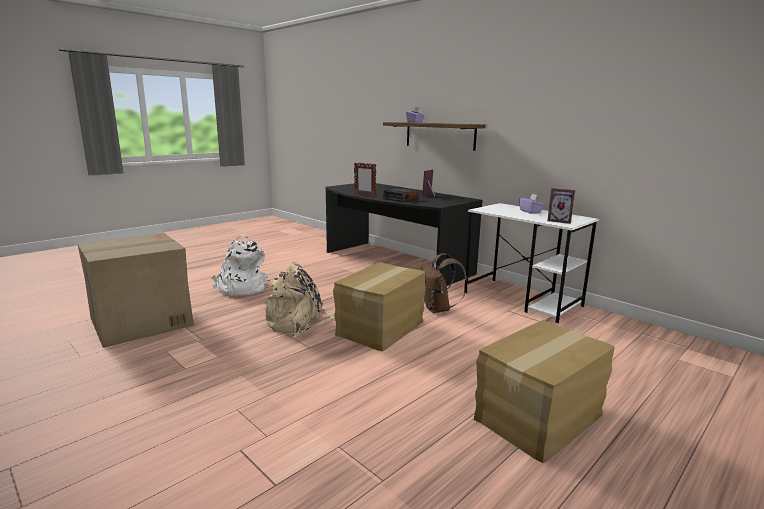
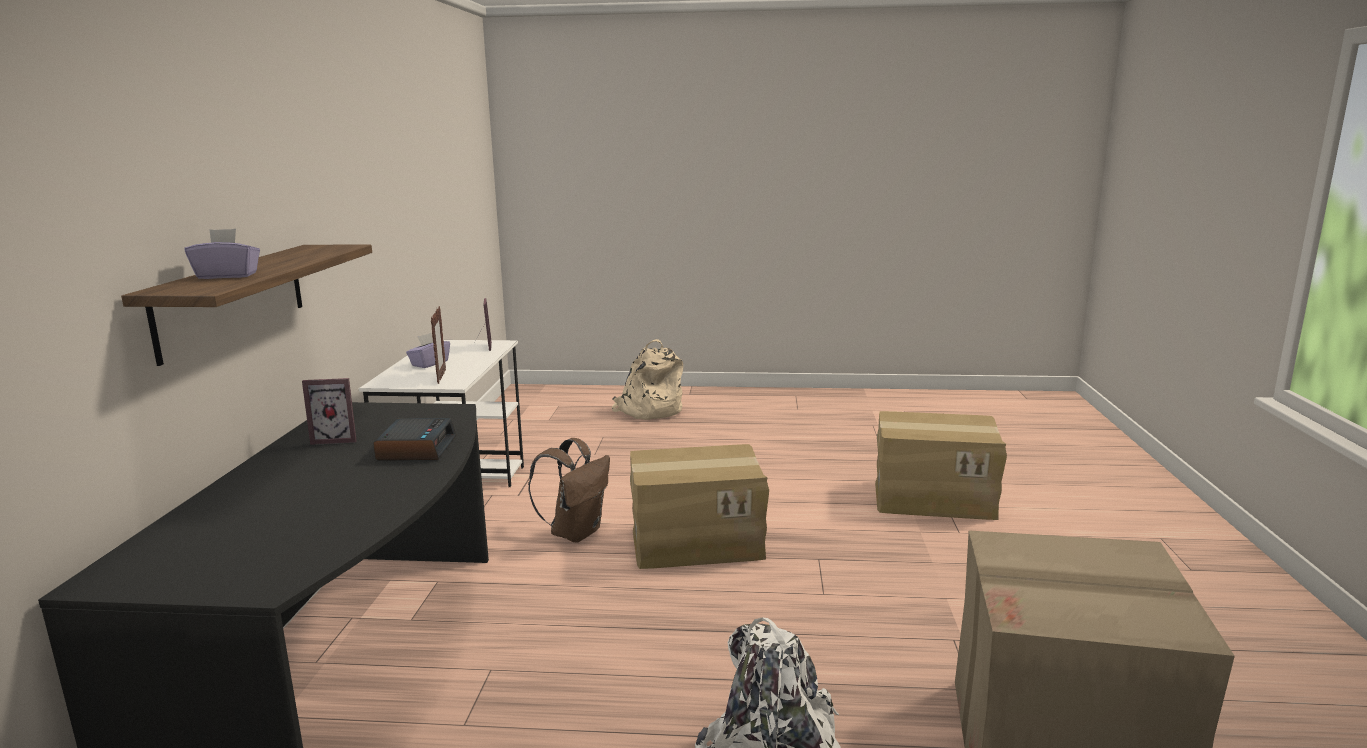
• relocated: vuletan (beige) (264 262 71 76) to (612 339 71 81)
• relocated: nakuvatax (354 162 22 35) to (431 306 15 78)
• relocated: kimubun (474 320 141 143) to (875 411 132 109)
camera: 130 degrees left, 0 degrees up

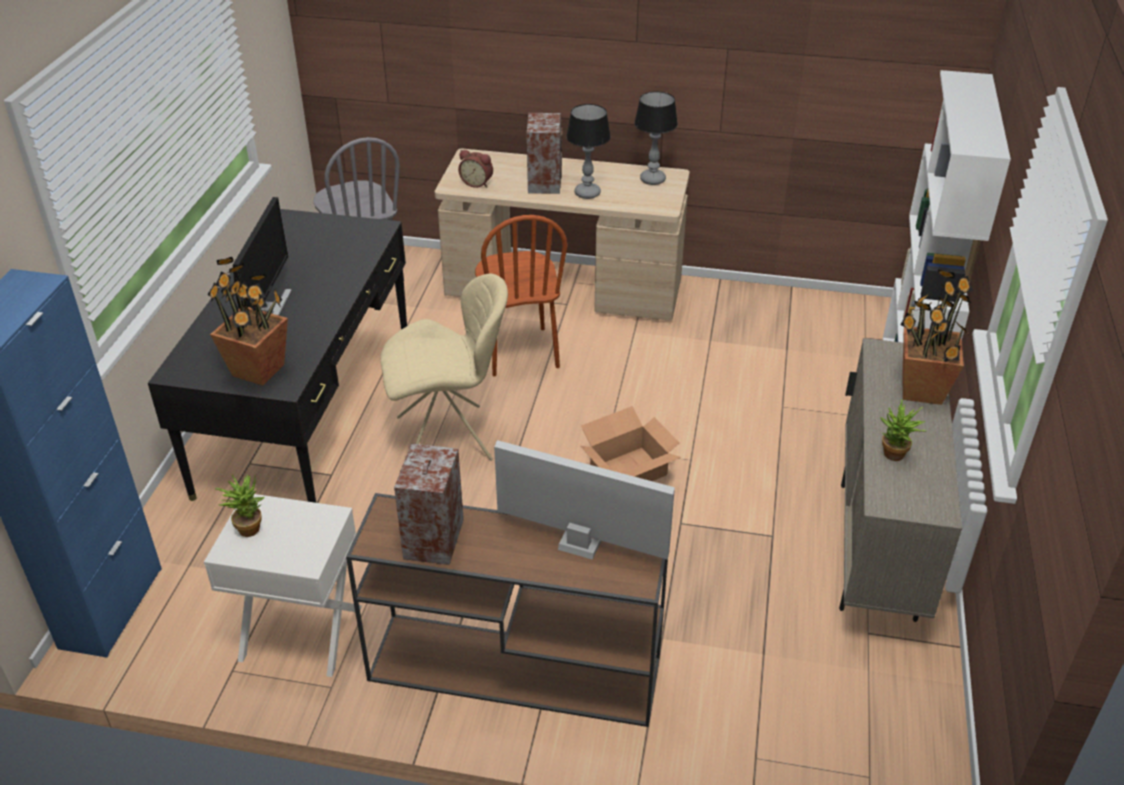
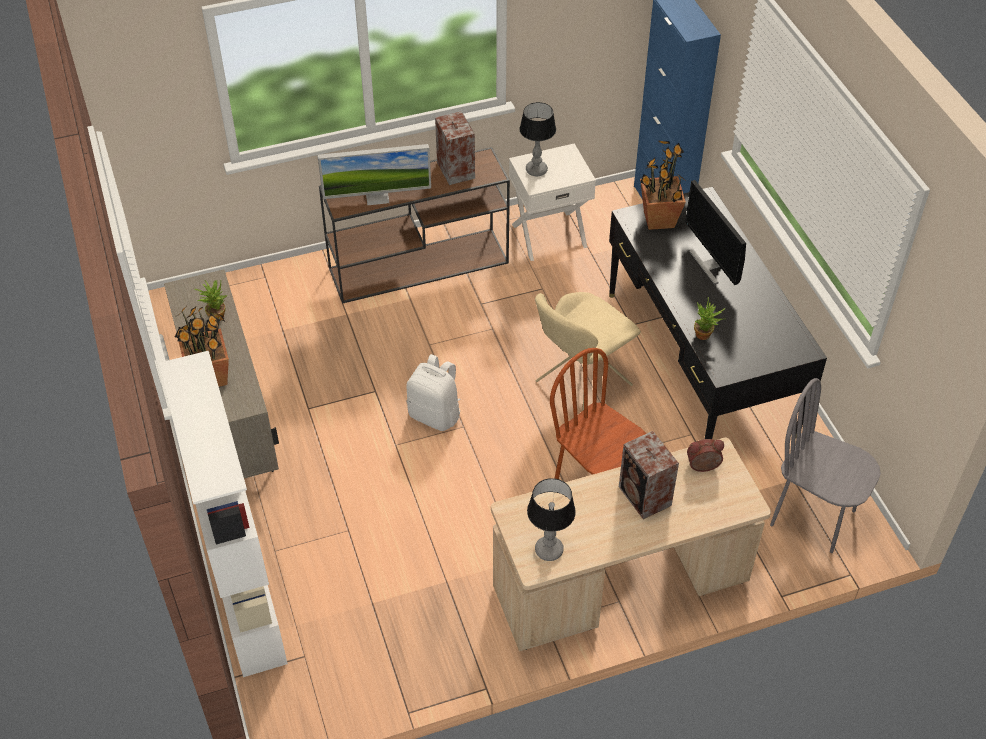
• relocated: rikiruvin (215 475 50 62) to (694 297 31 43)
• relocated: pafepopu (566 104 45 95) to (519 102 37 75)
• exchanged: kimubun (581 406 100 75) to vuletan (white) (406 354 55 77)
camera: 150 degrees right, 10 degrees up

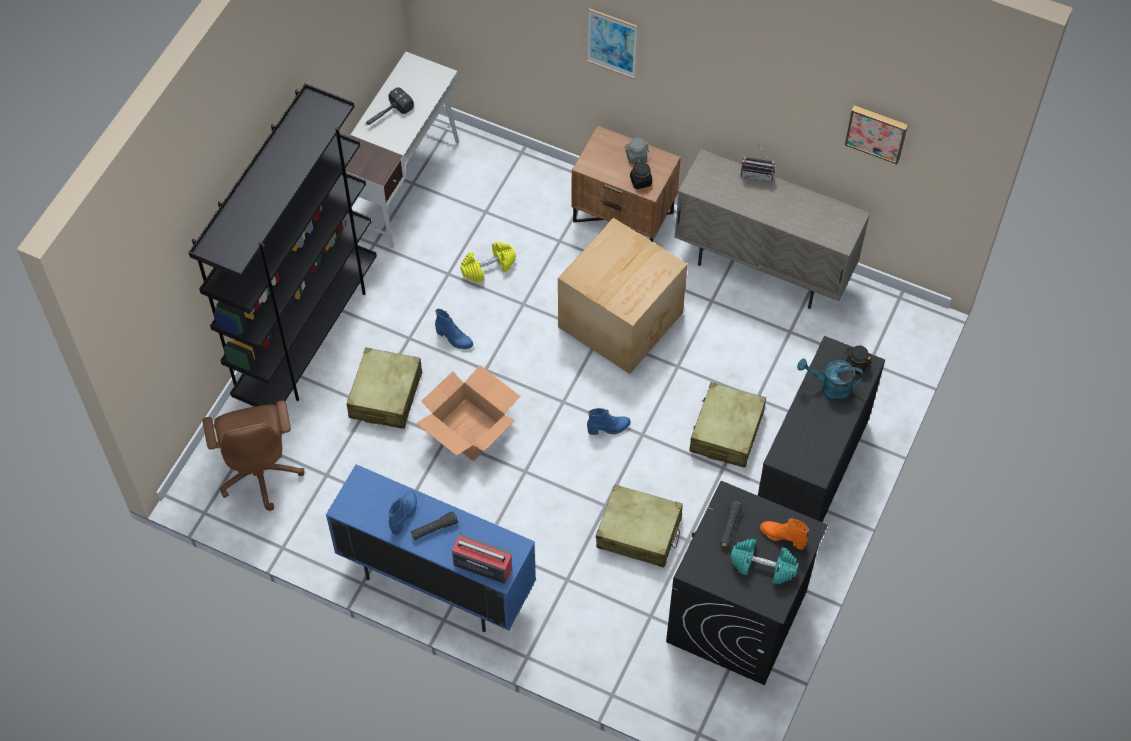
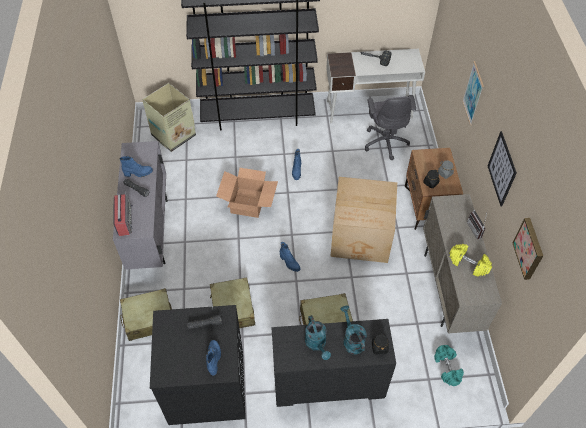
• appeared: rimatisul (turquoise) (305 315 26 45)
• appeared: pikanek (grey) (365 95 51 65)
• appeared: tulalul (488 131 29 76)
• relocated: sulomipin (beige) (346 348 76 81) to (120 288 52 53)
• relocated: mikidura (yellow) (461 242 55 40) to (449 244 43 33)
• relocated: mikidura (turquoise) (730 539 69 45) to (434 345 30 41)
• exchanged: pikanek (brown) (203 400 101 111) to kimubun (142 83 54 69)
• colour: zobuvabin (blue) (326 464 210 168) to zobuvabin (grey) (113 141 55 129)
• colour: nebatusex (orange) (760 518 49 32) to nebatusex (blue) (206 340 15 36)
camera: 60 degrees right, 5 degrees down

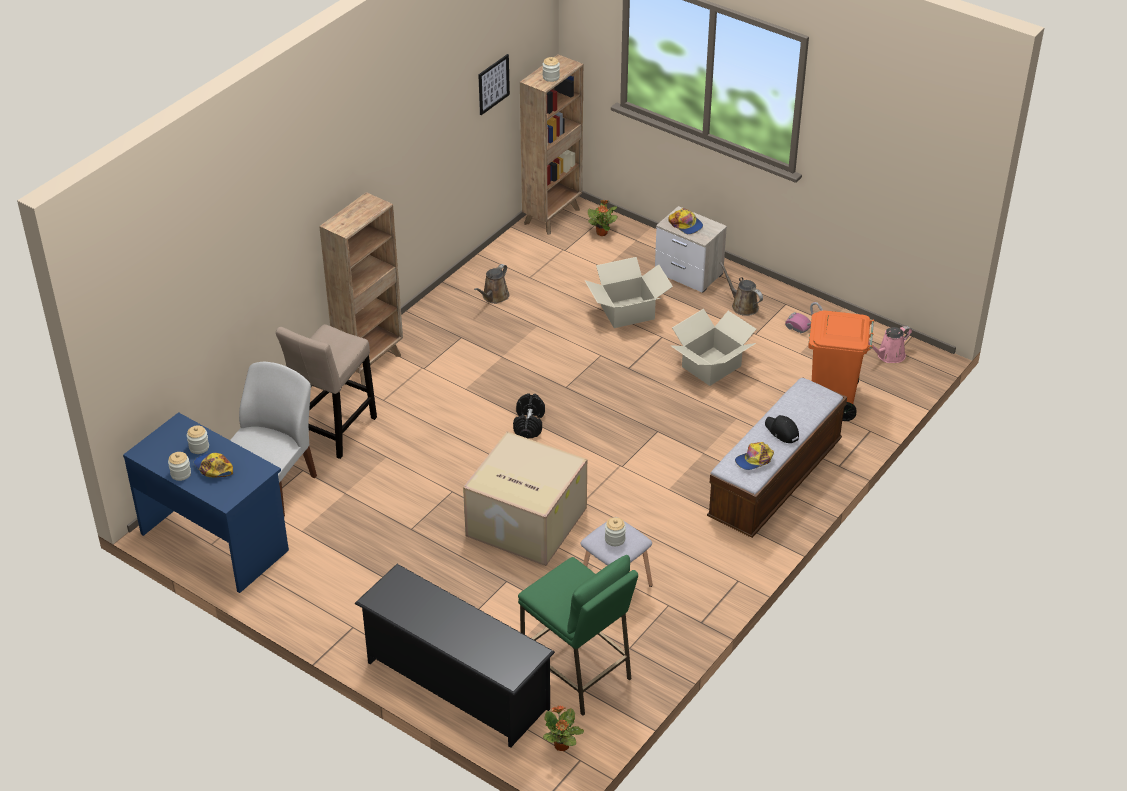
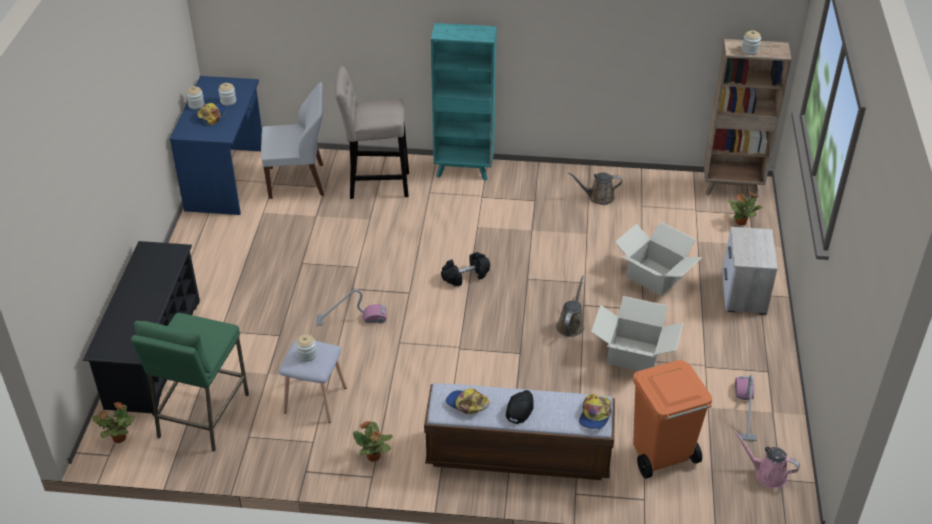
• missing: tulalul (478 54 32 61)
• appeared: rikiruvin (353 421 40 41)
• relocated: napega (668 208 35 26) to (579 394 33 35)
• relocated: rimatisul (brown) (720 262 43 54) to (556 276 28 61)
• exchanged: kimubun (463 431 124 135) to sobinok (316 289 71 37)
• colour: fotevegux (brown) (319 192 84 194) to fotevegux (turquoise) (431 23 66 157)
camera: 60 degrees right, 0 degrees up

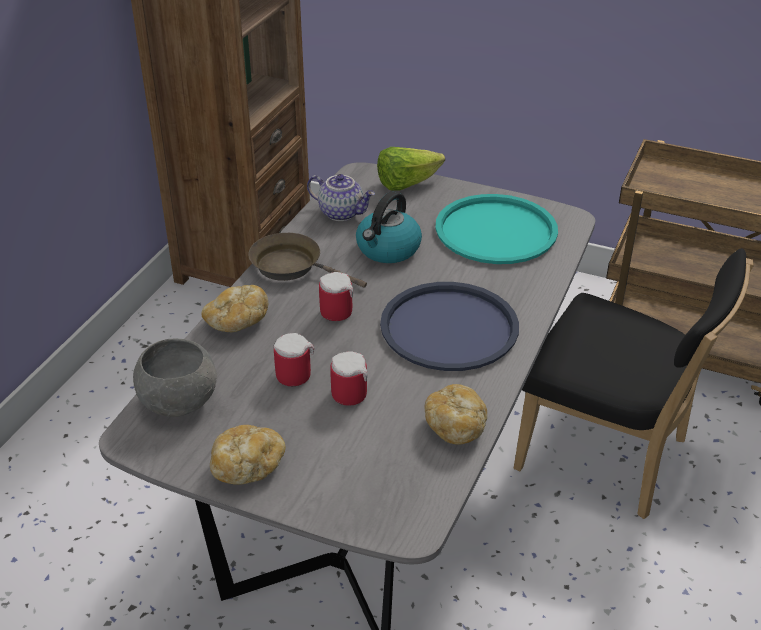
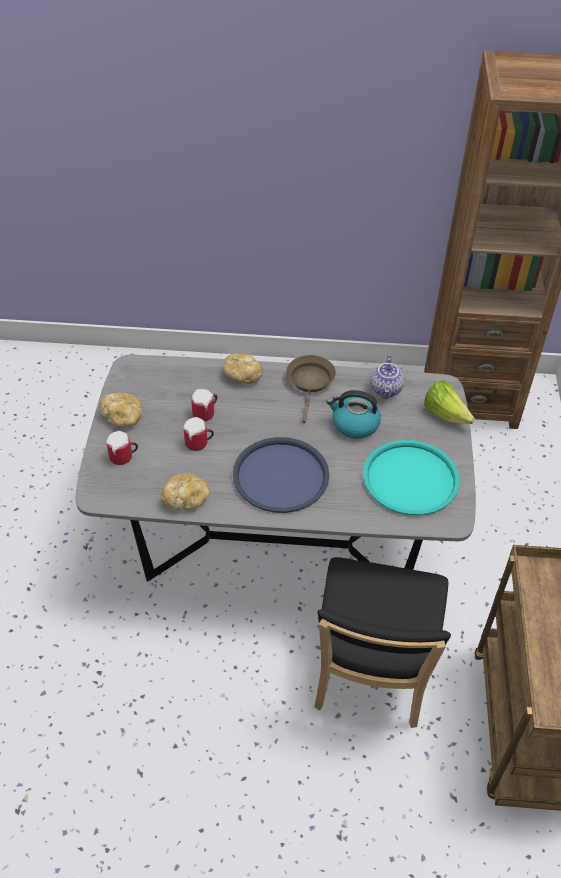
• missing: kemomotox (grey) (133 339 84 78)
• relocated: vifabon (319 272 34 49) to (106 431 32 34)
camera: 70 degrees right, 10 degrees up

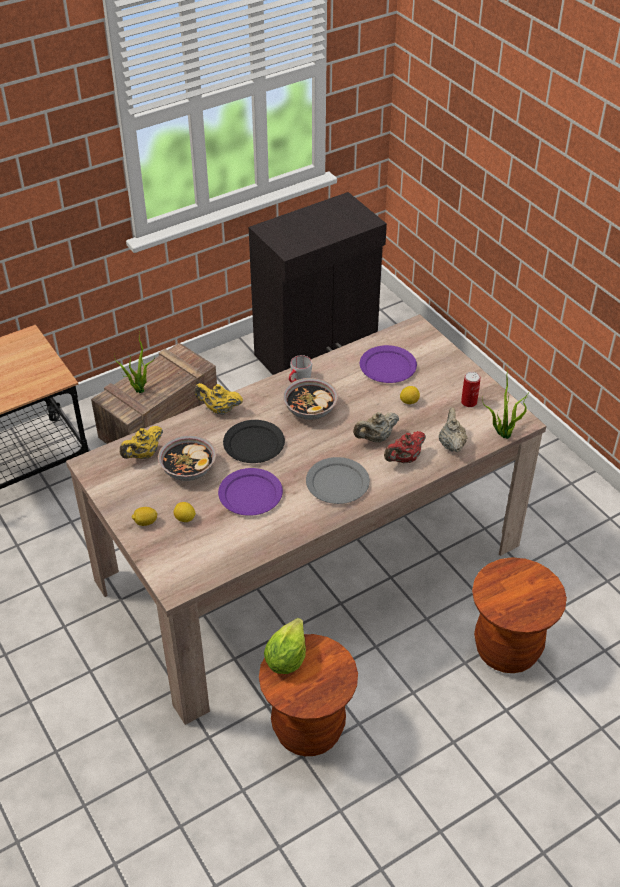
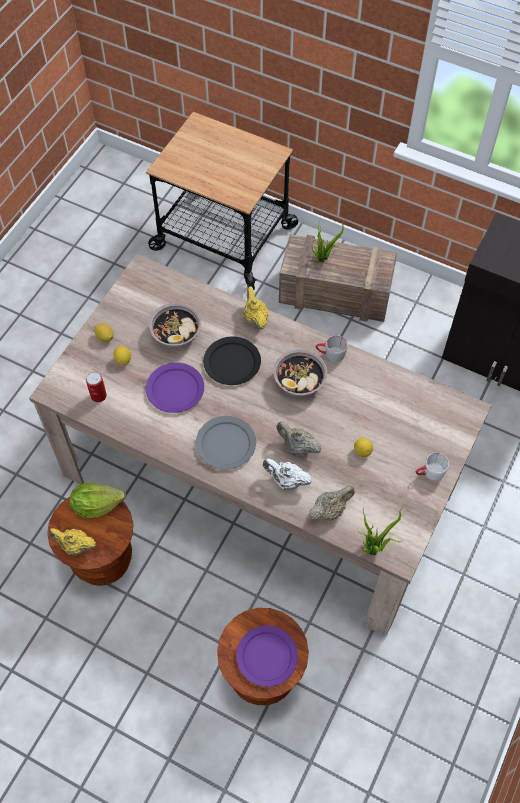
• appeared: vifabon (white) (416 453 33 28)
• relocated: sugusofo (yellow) (120 426 43 33) to (49 528 47 27)
• relocated: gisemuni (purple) (360 345 57 38) to (236 625 62 62)
• relocated: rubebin (461 372 20 35) to (86 372 21 31)
• colour: sugusofo (red) (384 431 42 32) to sugusofo (white) (263 458 49 32)
camera: 60 degrees right, 15 degrees up

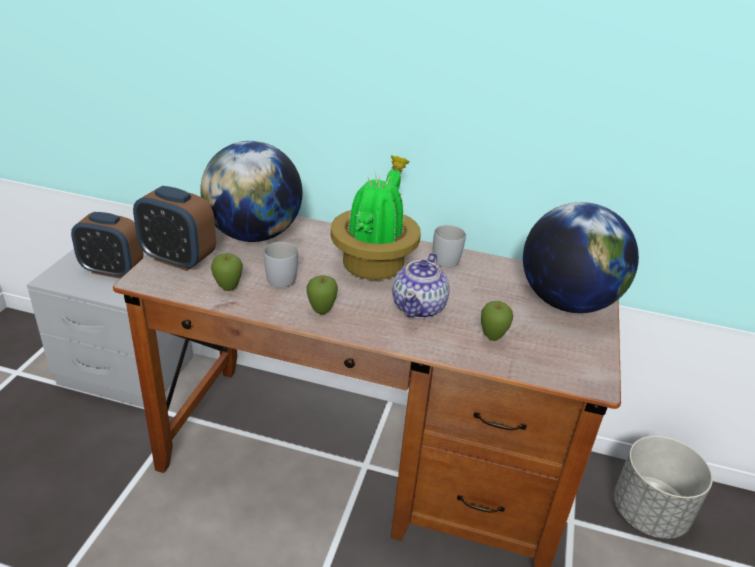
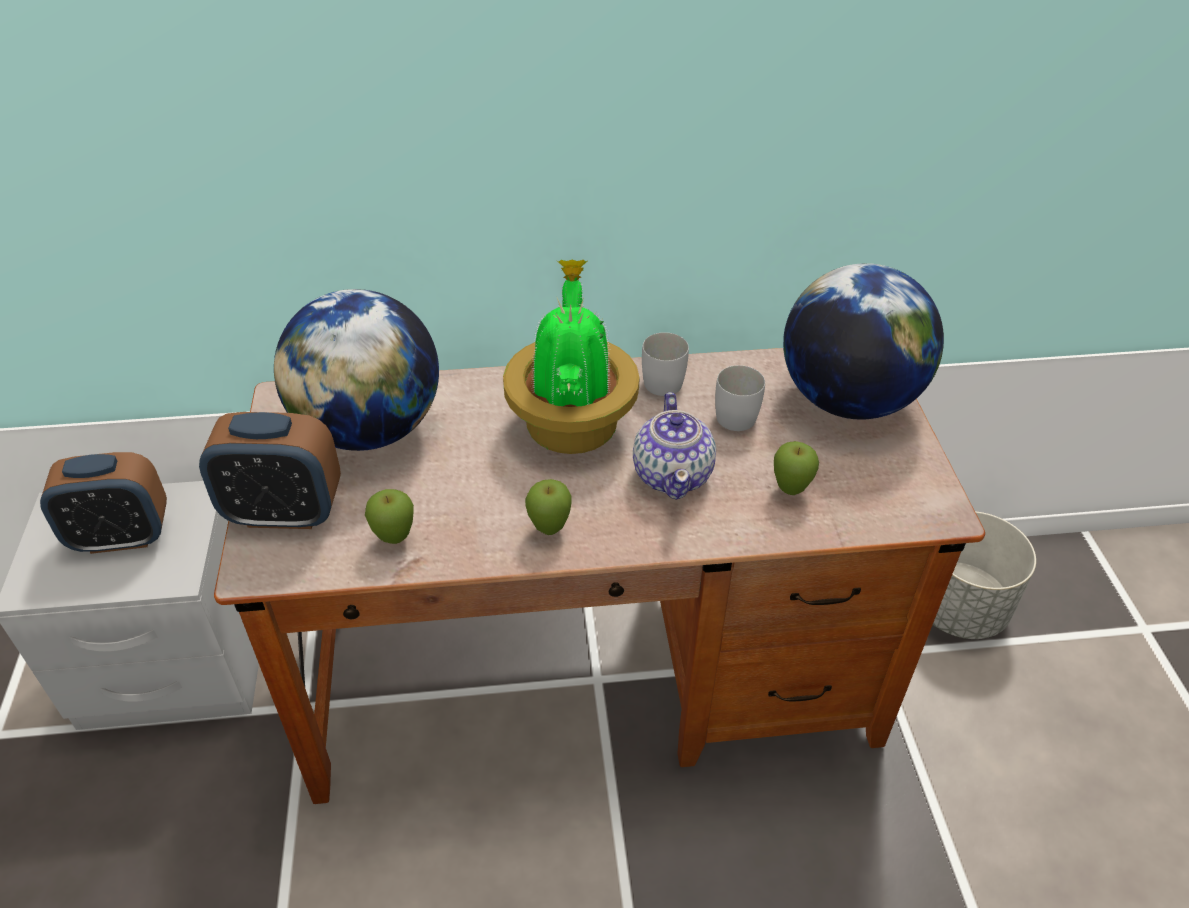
• relocated: vifabon (white) (264 242 34 46) to (715 365 50 66)
camera: 20 degrees left, 10 degrees up

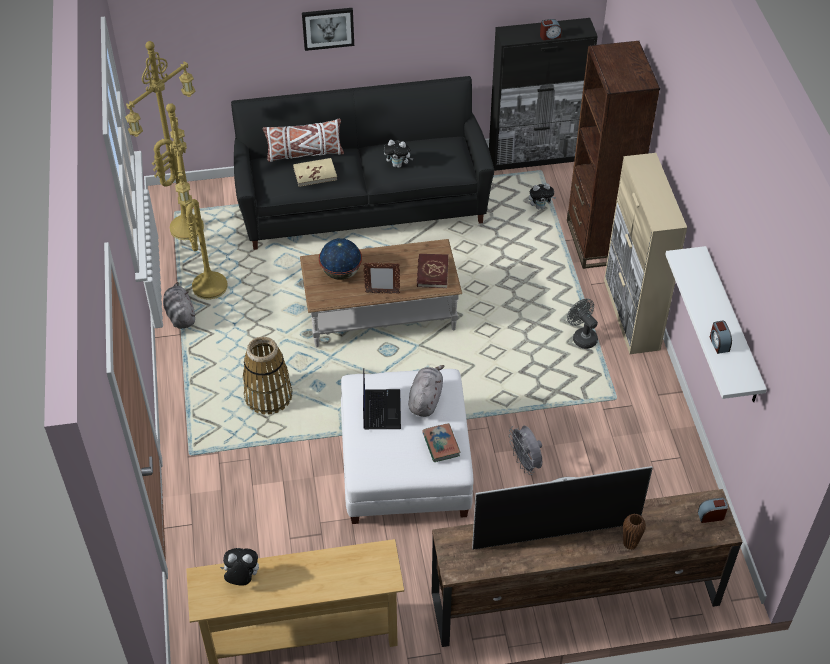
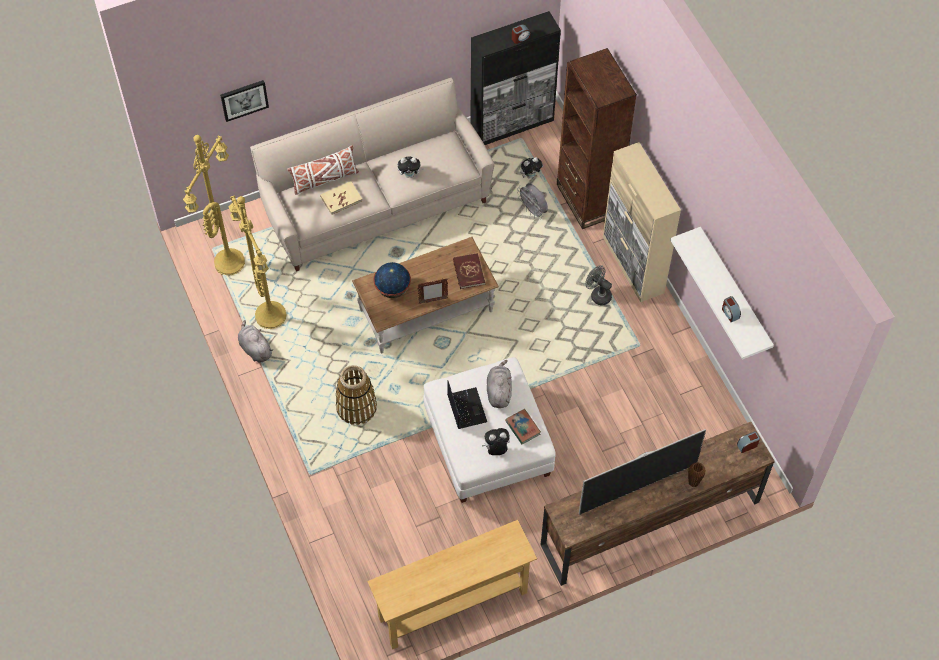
• relocated: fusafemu (220 548 39 38) to (482 428 28 27)
• relocated: tulalul (302 8 52 43) to (220 80 49 42)
• relocated: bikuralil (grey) (509 426 33 49) to (517 183 31 36)
• colour: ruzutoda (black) (231 76 263 174) to ruzutoda (beige) (250 78 244 193)
camera: 15 degrees left, 10 degrees up

